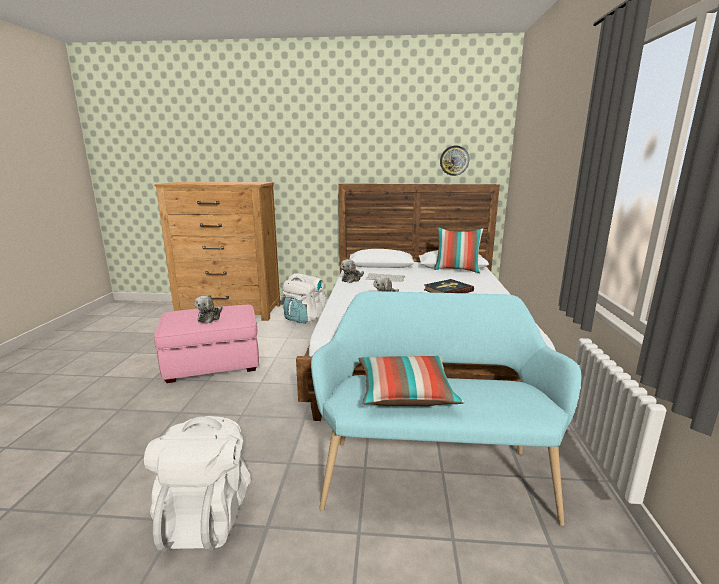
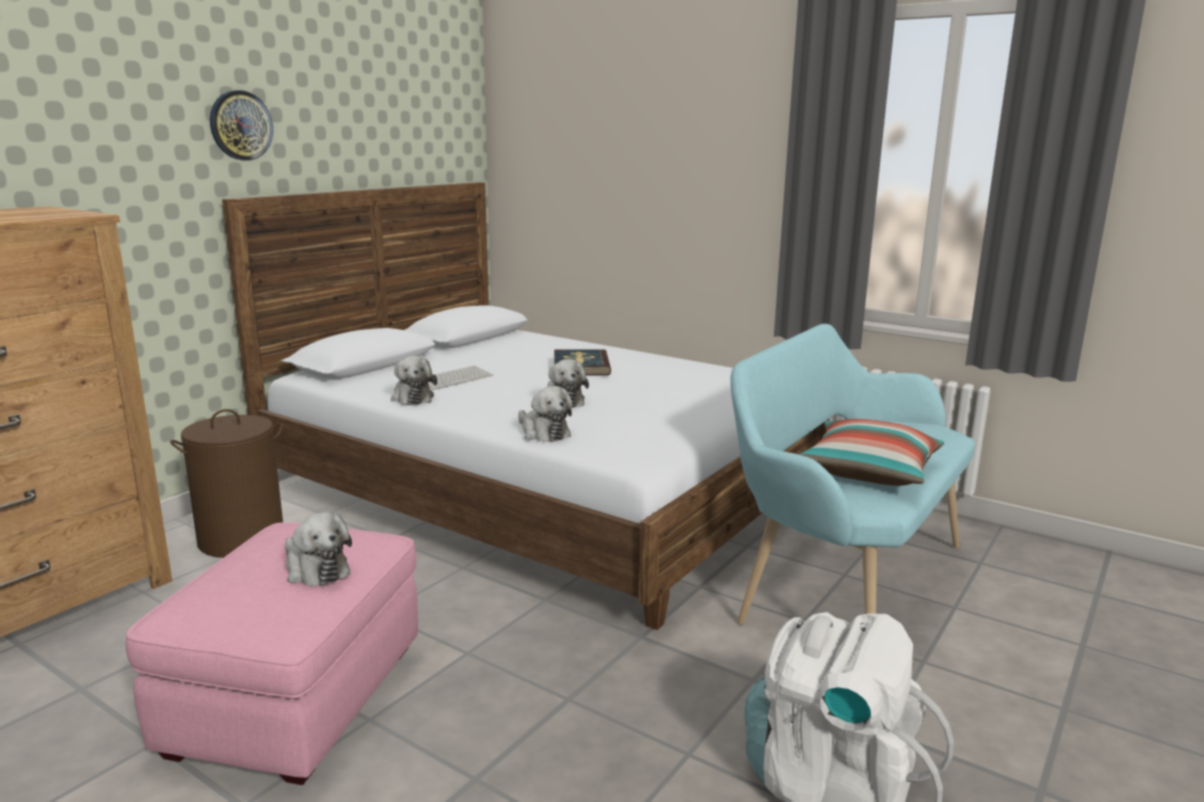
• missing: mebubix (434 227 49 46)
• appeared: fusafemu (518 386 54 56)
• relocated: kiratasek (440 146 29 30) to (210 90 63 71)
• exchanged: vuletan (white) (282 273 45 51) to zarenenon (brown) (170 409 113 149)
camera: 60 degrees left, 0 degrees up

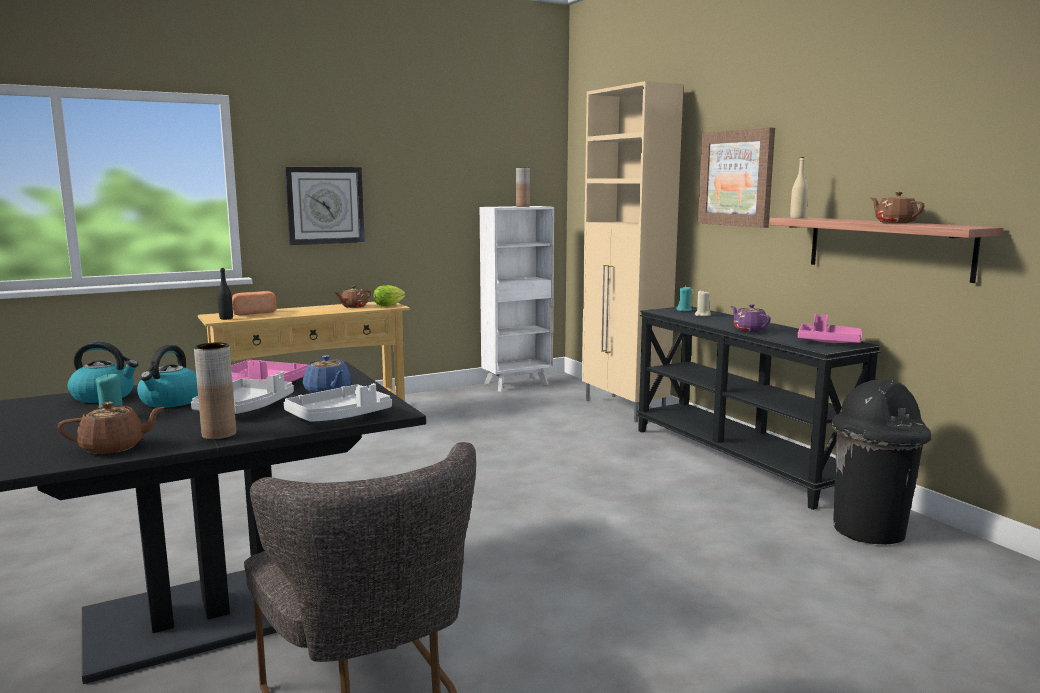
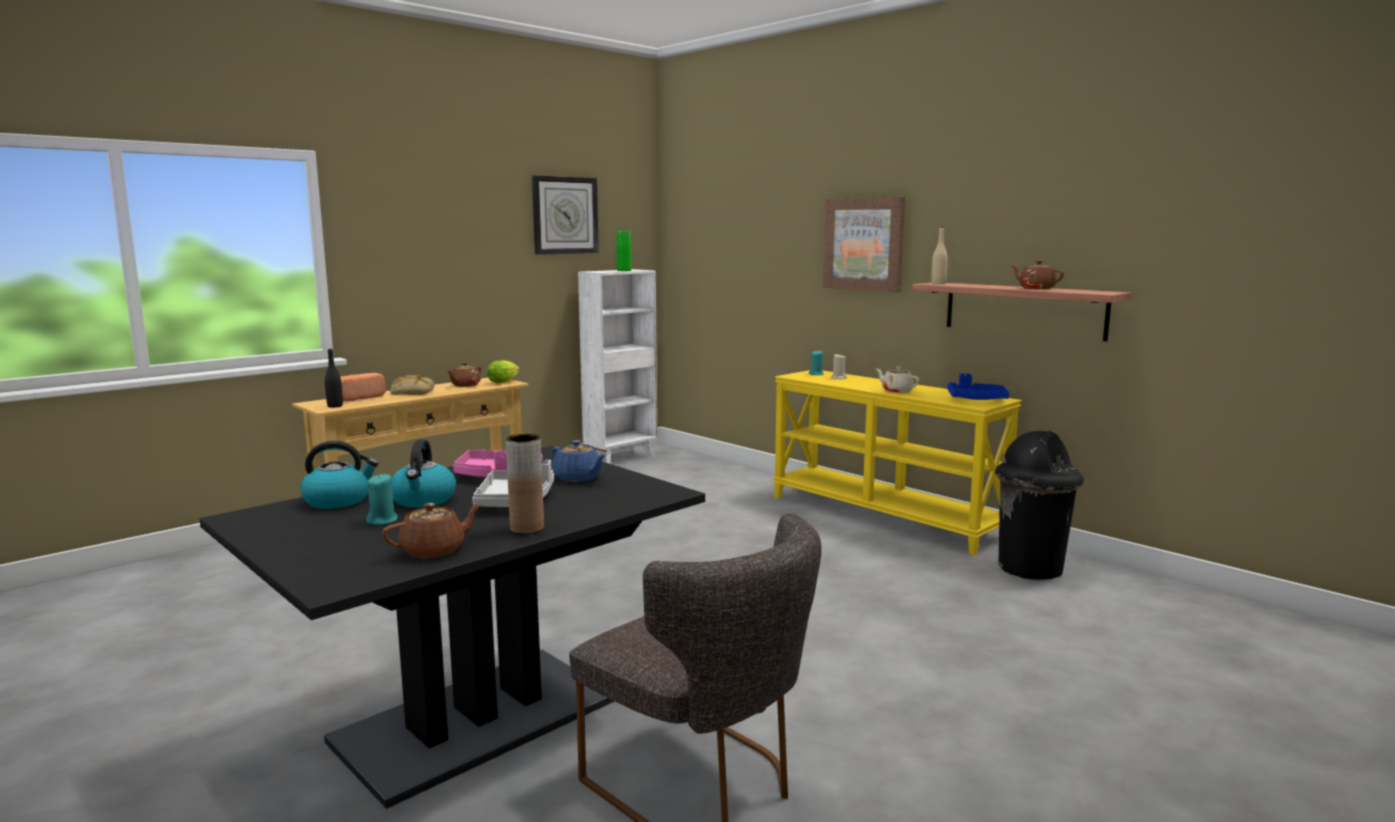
• missing: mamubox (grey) (284 383 108 39)
• missing: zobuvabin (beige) (582 81 101 341)
• appeared: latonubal (391 375 43 20)
• relocated: kiratasek (285 167 80 78) to (532 175 67 80)
• colour: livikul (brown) (516 167 14 40) to livikul (green) (616 230 15 41)
• colour: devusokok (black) (637 306 244 204) to devusokok (yellow) (773 370 249 186)
• colour: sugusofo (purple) (731 304 40 28) to sugusofo (beige) (876 367 44 26)
• colour: mamubox (pink) (798 314 64 29) to mamubox (blue) (947 373 62 27)
camera: 15 degrees left, 0 degrees up

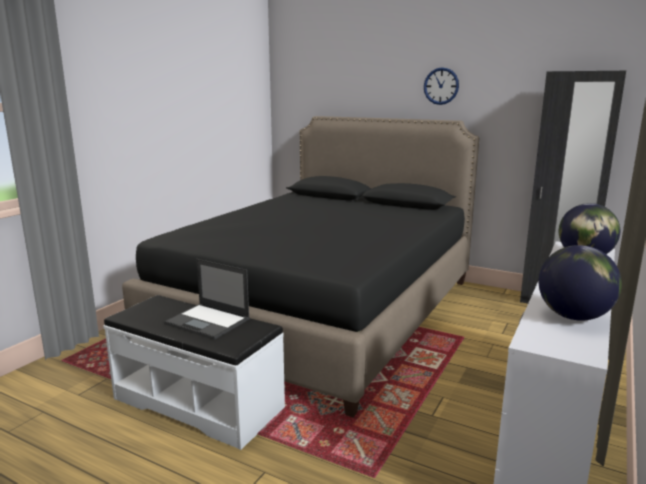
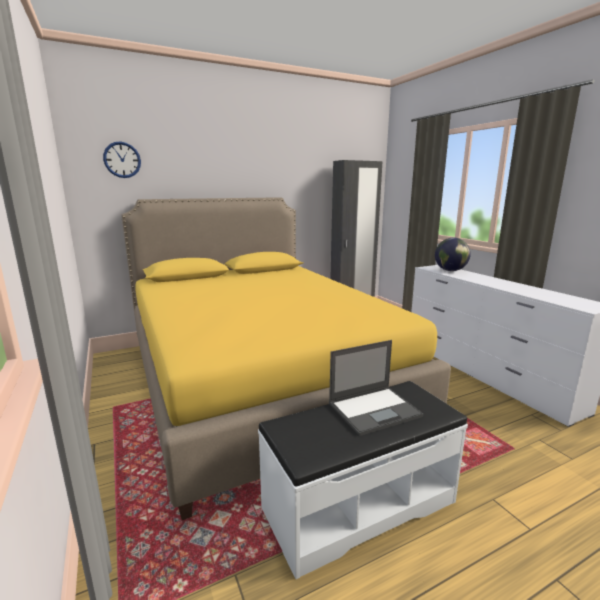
• missing: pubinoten (539 245 83 76)
• relocated: kiratasek (424 67 35 38) to (103 142 38 36)
• colour: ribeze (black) (122 116 357 301) to ribeze (yellow) (121 197 330 323)
camera: 55 degrees left, 0 degrees up

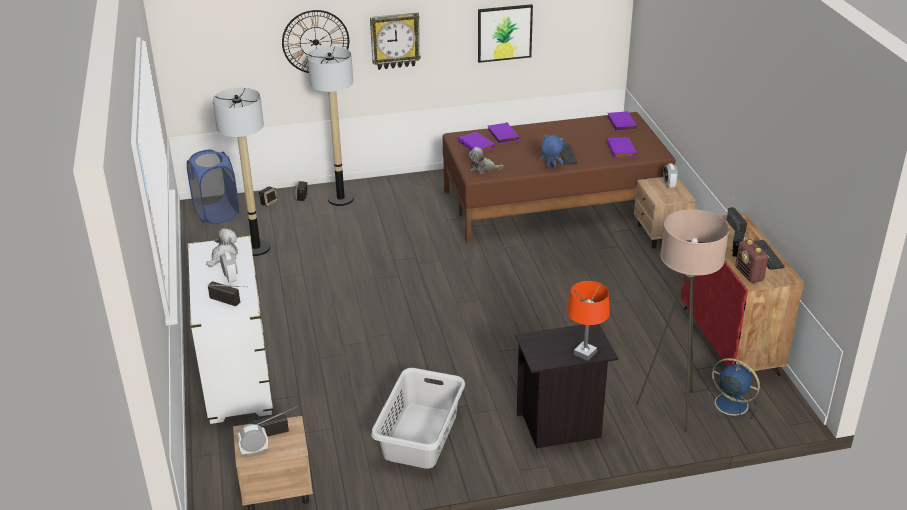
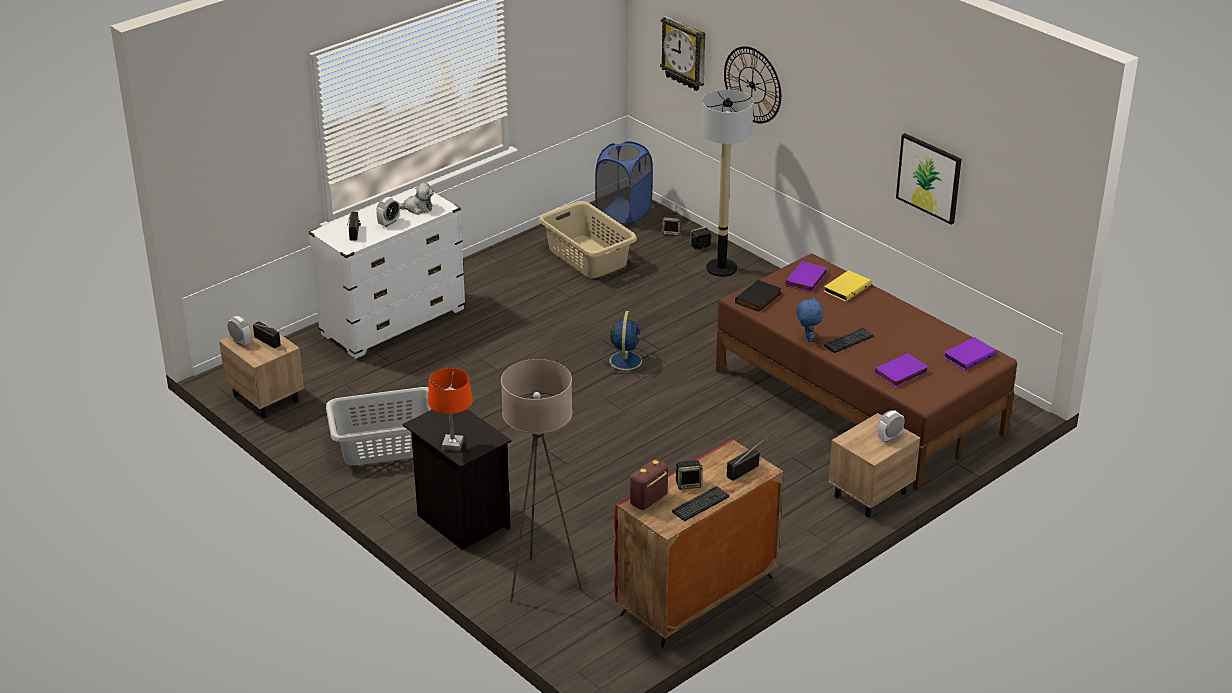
• relocated: kiratasek (370 13 51 57) to (660 16 45 75)
• relocated: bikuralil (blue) (705 358 55 61) to (602 311 47 63)
• exchanged: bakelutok (213 88 58 168) to zarenenon (beige) (539 201 98 77)
• exchanged: fusafemu (468 147 35 27) to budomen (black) (735 279 47 33)
• colour: budomen (purple) (488 122 31 22) to budomen (yellow) (823 270 48 32)
camera: 60 degrees right, 0 degrees up

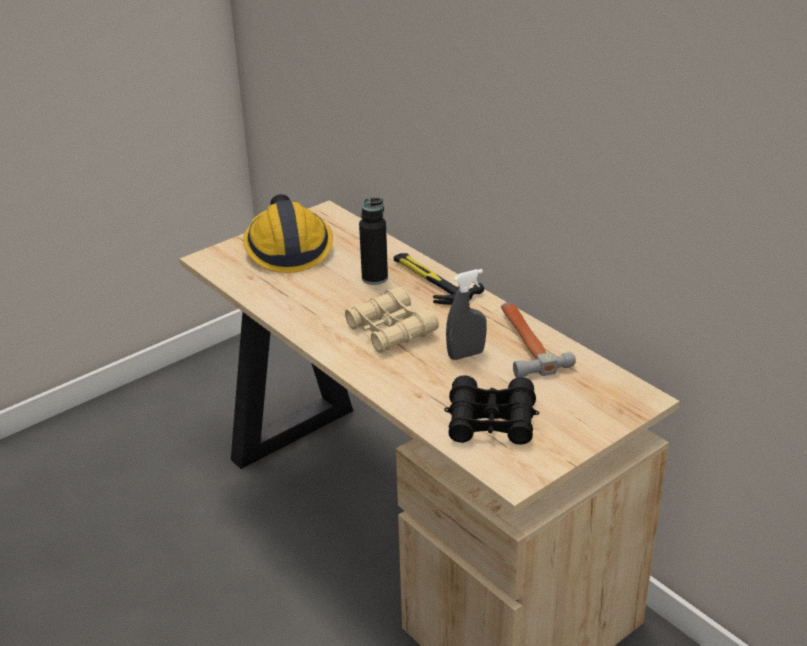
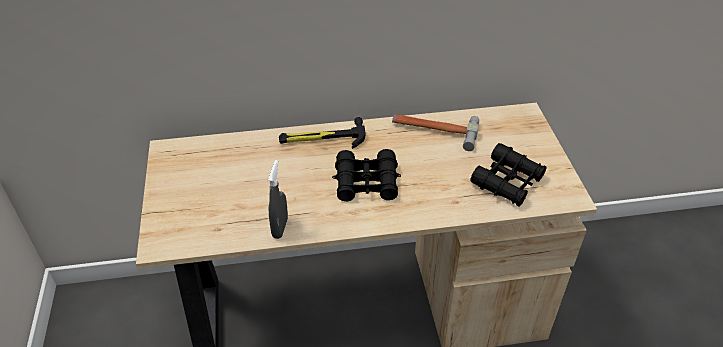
• missing: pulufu (243 194 90 79)
• missing: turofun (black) (359 198 29 87)
• relocated: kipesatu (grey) (446 269 41 91) to (268 160 20 79)
• colour: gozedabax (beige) (345 287 94 66) to gozedabax (black) (332 149 69 52)
camera: 60 degrees left, 10 degrees up

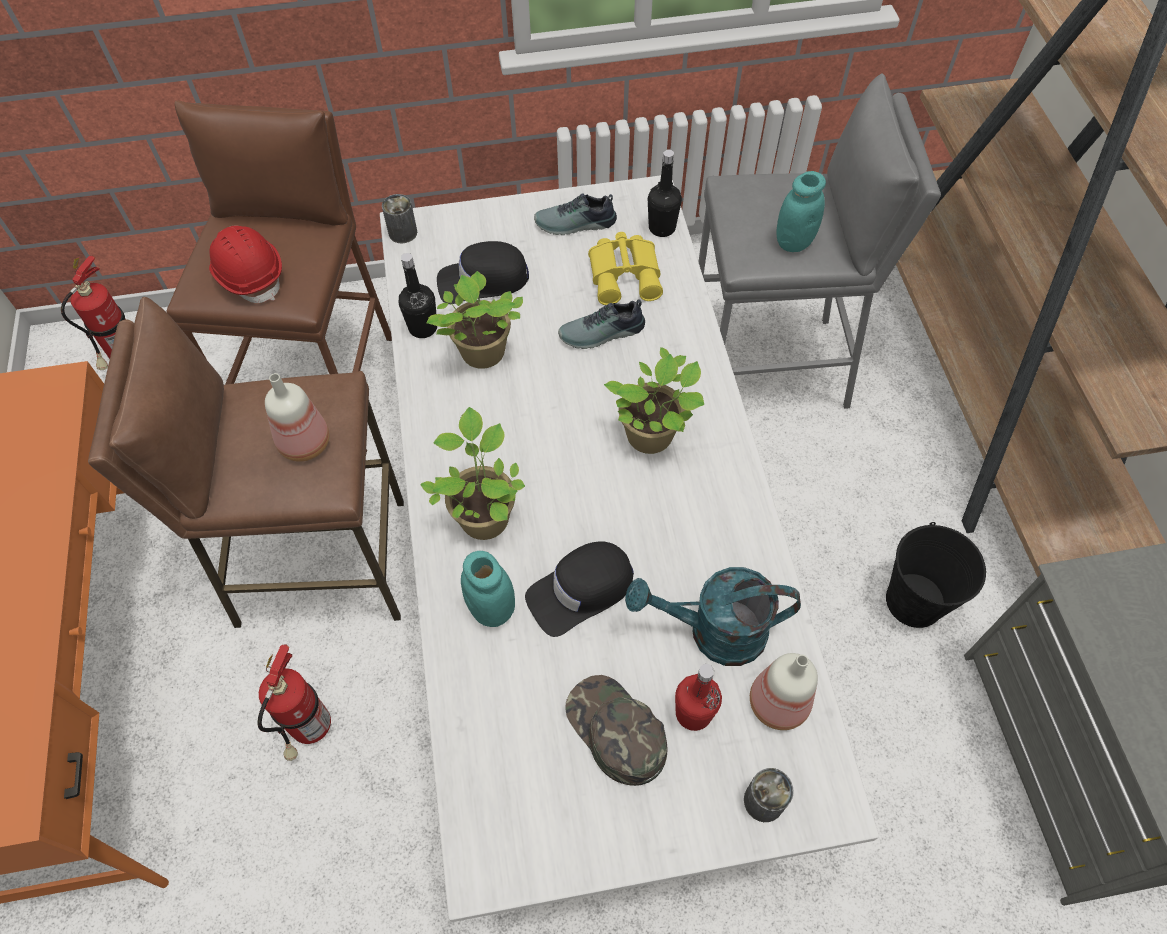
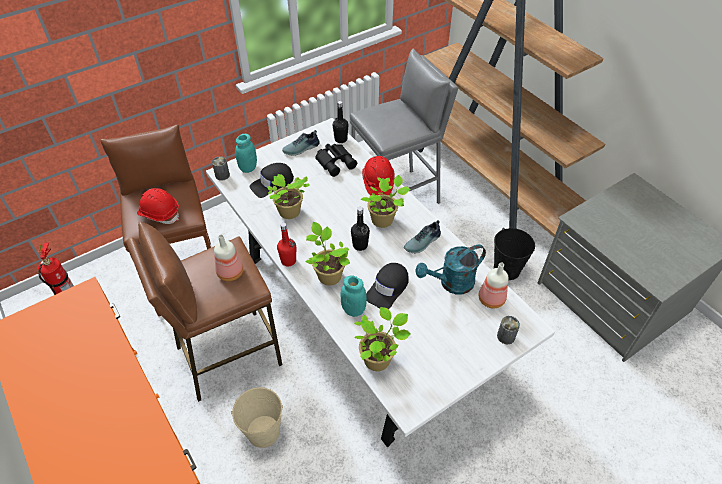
• missing: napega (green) (565 675 102 111)
• appeared: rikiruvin (354 307 57 64)
• appeared: pulufu (red) (362 156 32 39)
• relocated: turofun (black) (399 253 38 85) to (351 207 19 44)
• relocated: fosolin (558 299 87 50) to (404 220 37 33)
• relocated: turofun (red) (675 664 47 67) to (277 222 19 45)
• relocated: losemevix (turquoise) (777 171 49 81) to (235 134 22 39)
• exchanged: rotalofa (257 644 74 117) to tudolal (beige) (231 387 52 61)
• colour: gozedabax (yellow) (588 232 75 73) to gozedabax (black) (315 144 42 33)
camera: 25 degrees left, 10 degrees down

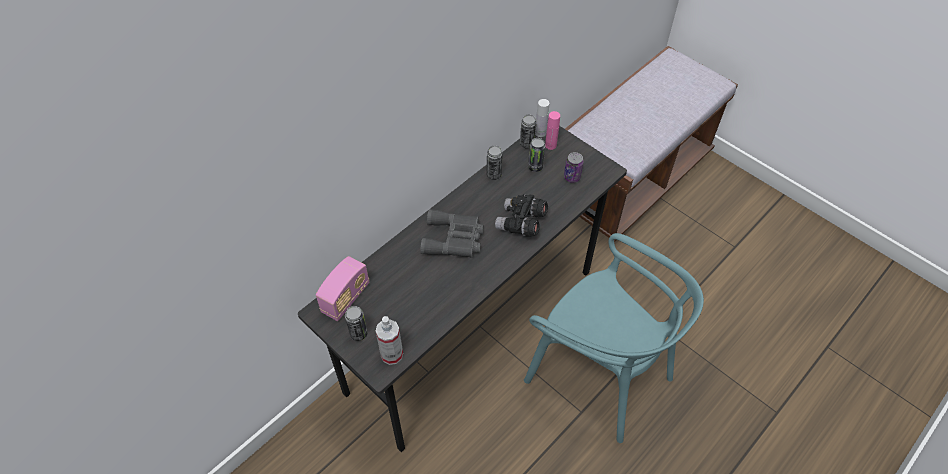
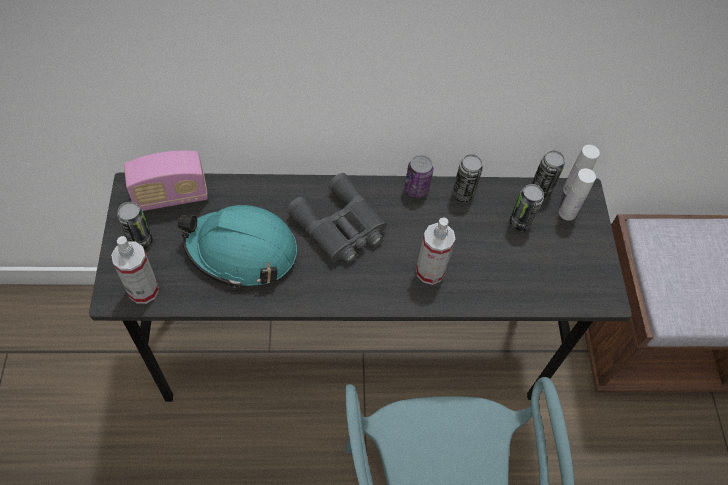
• appeared: pulufu (turquoise) (178 205 119 83)
• relocated: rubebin (564 152 20 31) to (405 155 29 43)
• exchanged: gozedabax (black) (495 194 53 43) to kipesatu (416 217 39 68)
• colour: turofun (pink) (545 111 15 39) to turofun (white) (559 168 37 53)
camera: 40 degrees right, 5 degrees up

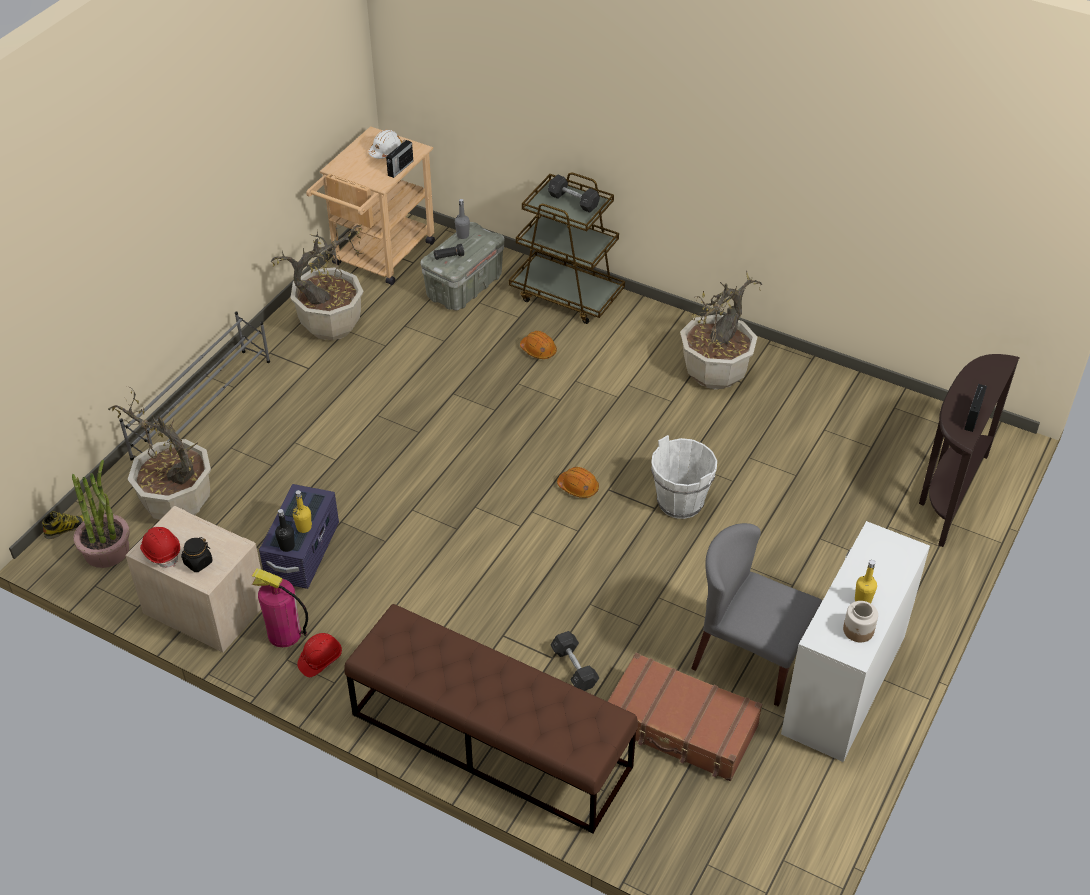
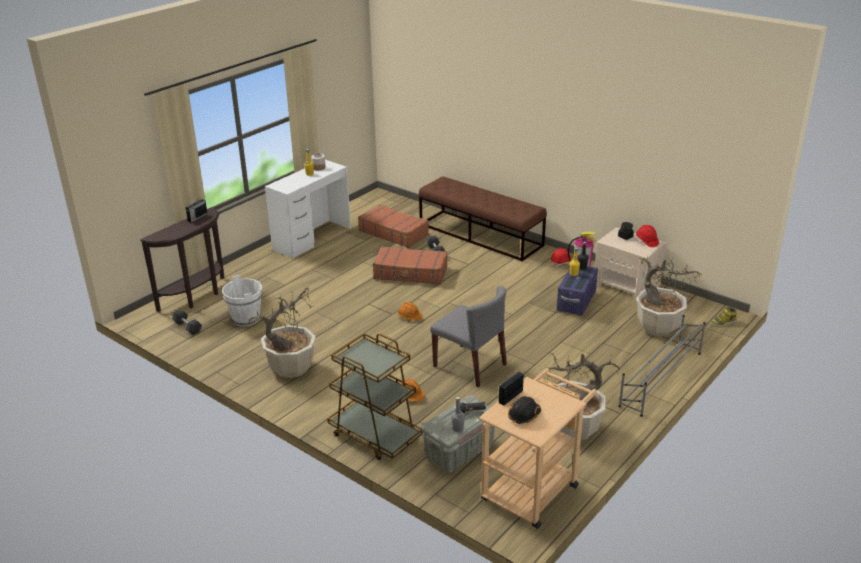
• missing: rikiruvin (72 460 58 108)
• appeared: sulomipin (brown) (373 246 74 39)
• relocated: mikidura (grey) (548 175 52 38) to (172 309 30 26)
• relocated: tudolal (white) (651 435 66 84) to (222 275 41 51)
• relocated: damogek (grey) (691 523 131 183) to (430 286 77 101)
• colour: pulufu (white) (368 129 34 30) to pulufu (black) (508 396 33 28)
camera: 170 degrees left, 15 degrees down

